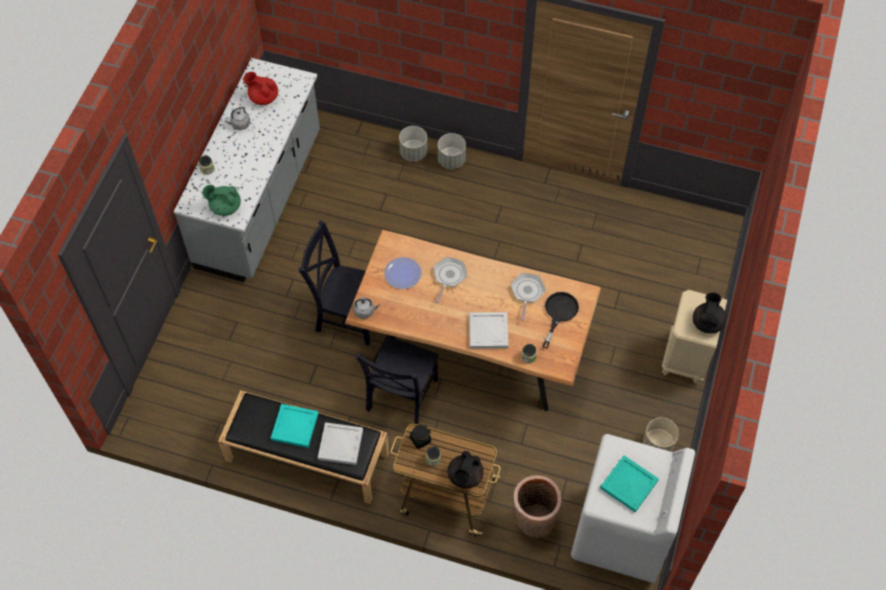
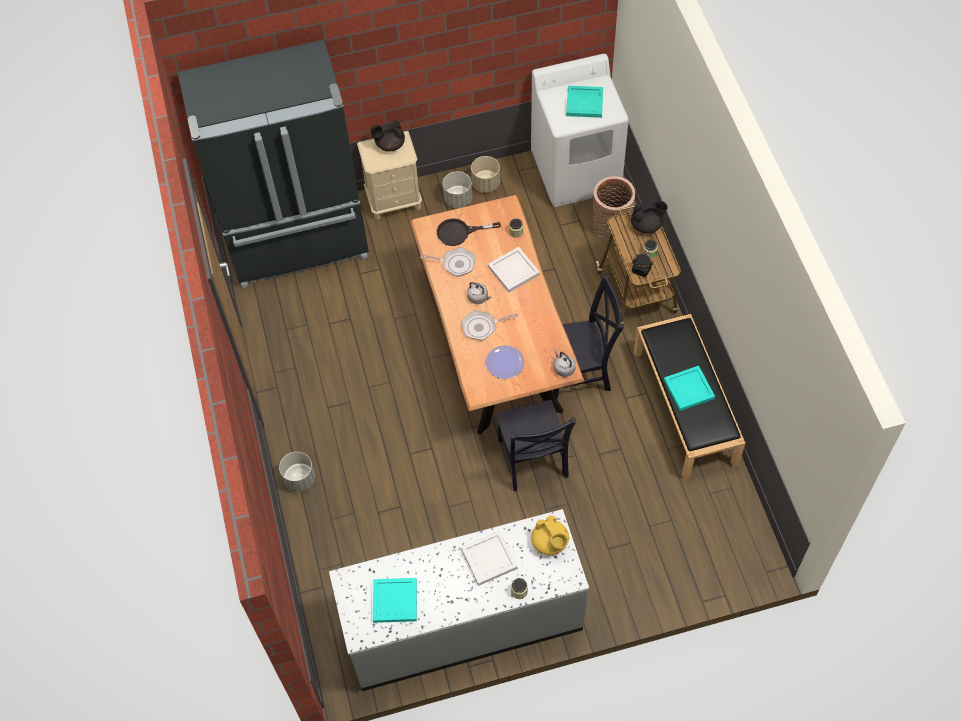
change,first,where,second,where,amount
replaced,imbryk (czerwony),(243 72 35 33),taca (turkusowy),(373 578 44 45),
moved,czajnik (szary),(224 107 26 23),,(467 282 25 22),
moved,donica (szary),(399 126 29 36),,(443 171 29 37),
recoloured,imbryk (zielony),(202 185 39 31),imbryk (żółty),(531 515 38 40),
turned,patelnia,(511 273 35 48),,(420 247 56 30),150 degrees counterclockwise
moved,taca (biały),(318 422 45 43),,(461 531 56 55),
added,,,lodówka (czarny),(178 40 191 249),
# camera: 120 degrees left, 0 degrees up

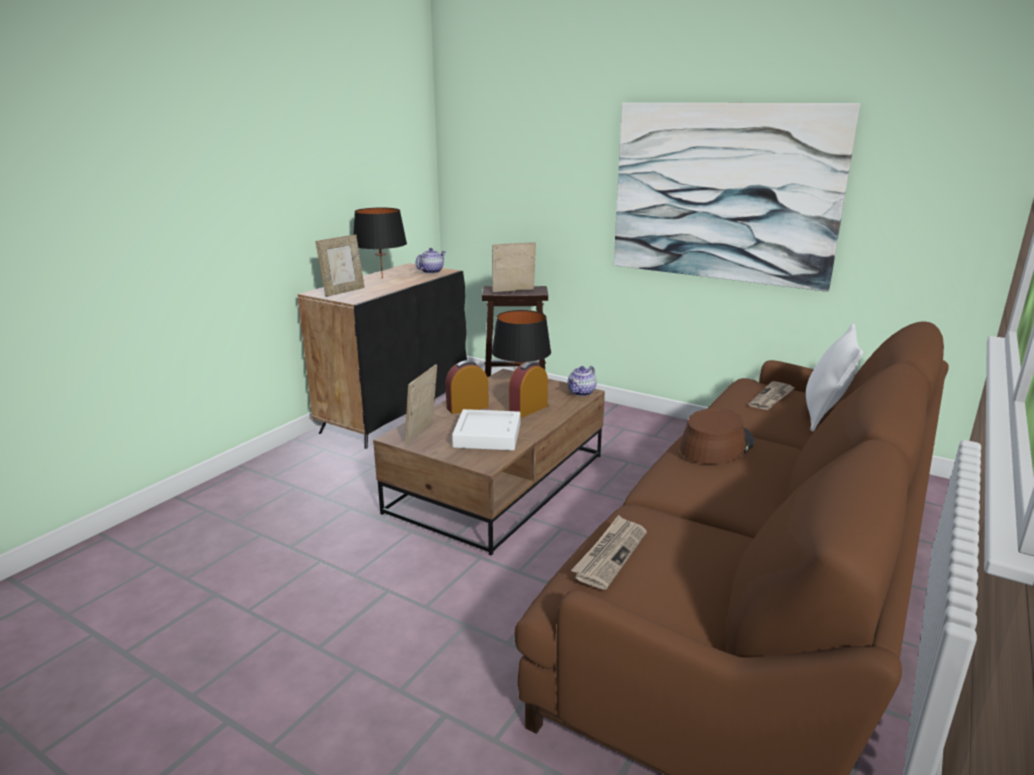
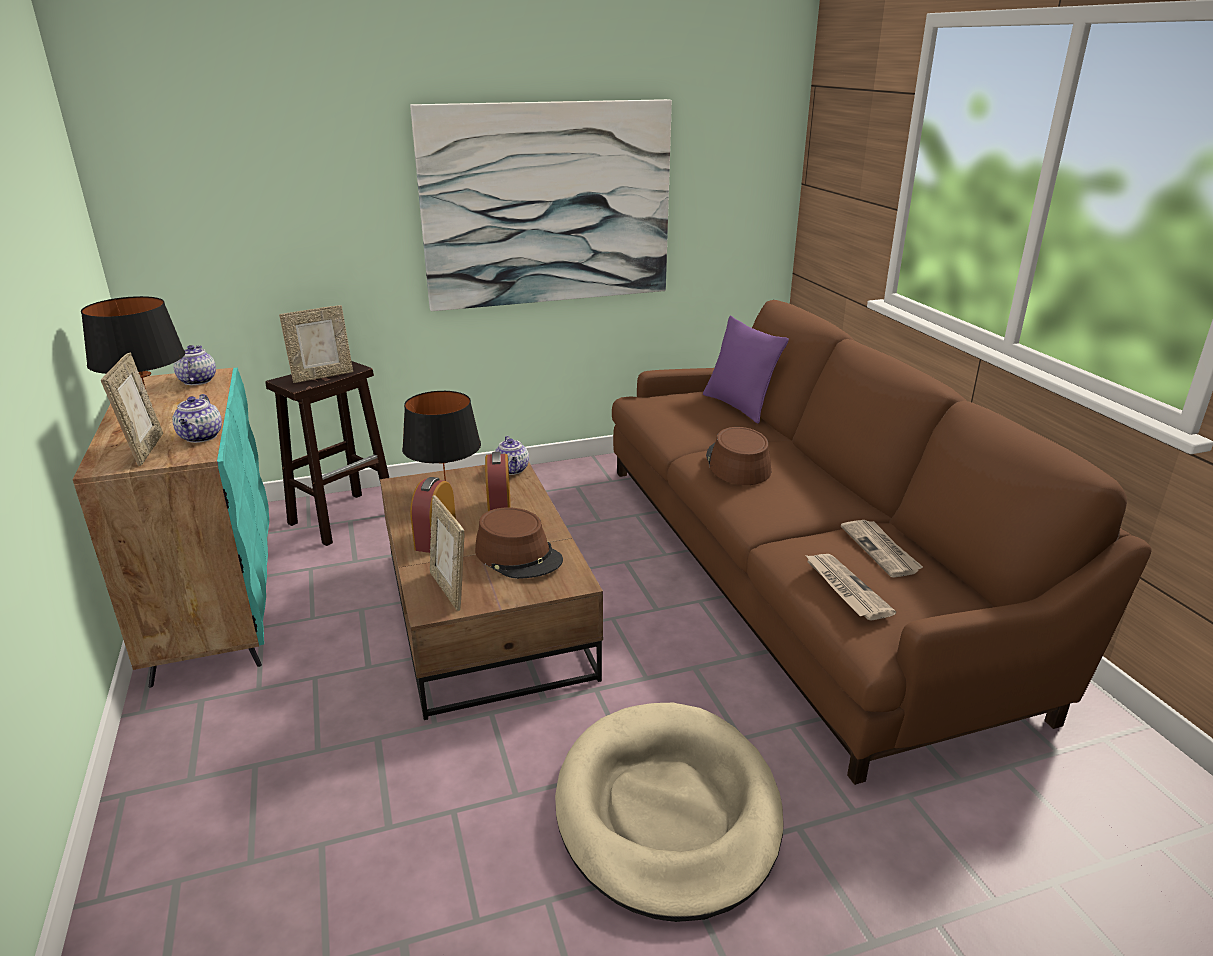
change,first,where,second,where,amount
turned,ramka na zdjęcie,(492 242 44 50),,(279 305 74 78),150 degrees counterclockwise
recoloured,szafka (czarny),(298 263 169 186),szafka (turkusowy),(73 368 196 320),
recoloured,poduszka (biały),(806 323 57 109),poduszka (fioletowy),(703 316 86 108),
moved,gazeta,(749 381 46 29),,(841 520 82 58),
replaced,taca (biały),(452 409 69 42),kapelusz (brązowy),(475 507 88 72),
added,,,imbryk,(172 394 50 49),
added,,,legowisko (beżowy),(555 703 228 219),
# camera: 50 degrees left, 5 degrees up

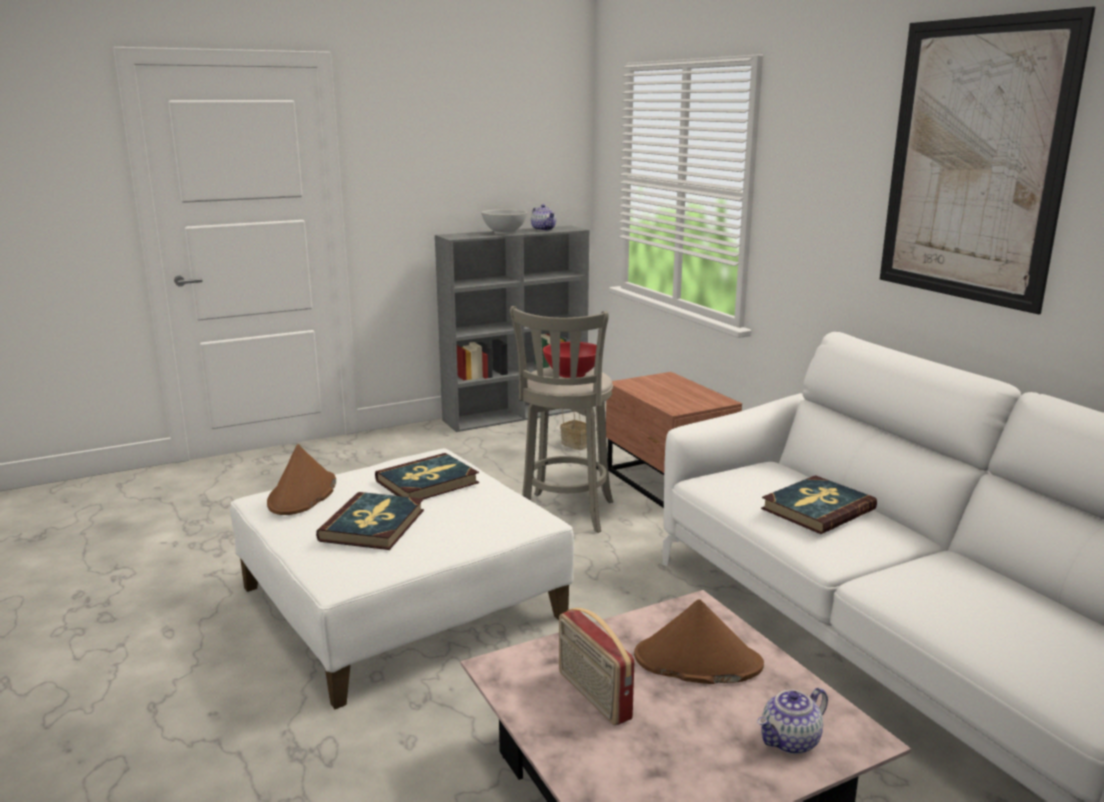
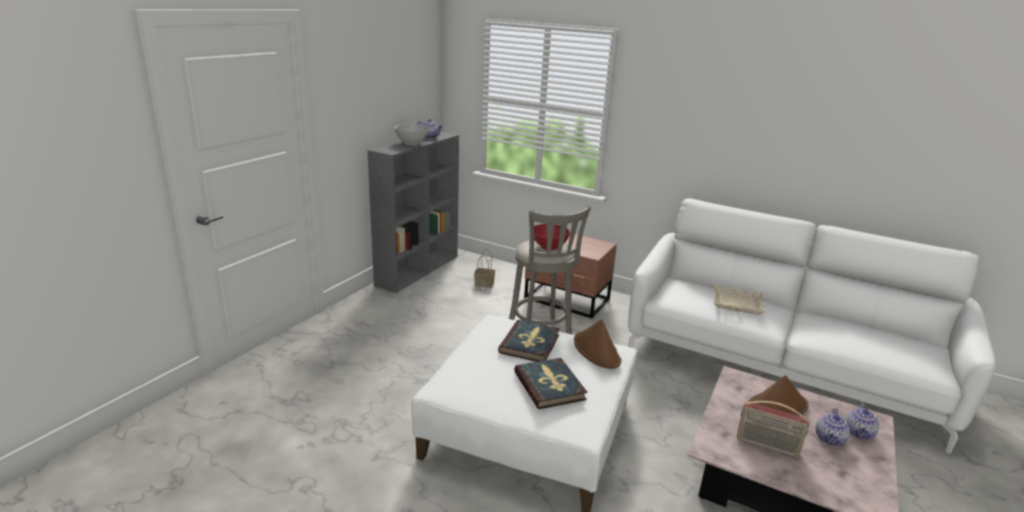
change,first,where,second,where,amount
removed,obraz,(880 7 216 307),,,
moved,kapelusz (brązowy),(267 444 69 71),,(574 319 48 50),
replaced,książka,(761 475 116 59),taca (beżowy),(713 285 52 30),
added,,,imbryk,(816 408 34 38),
# camera: 35 degrees left, 5 degrees up

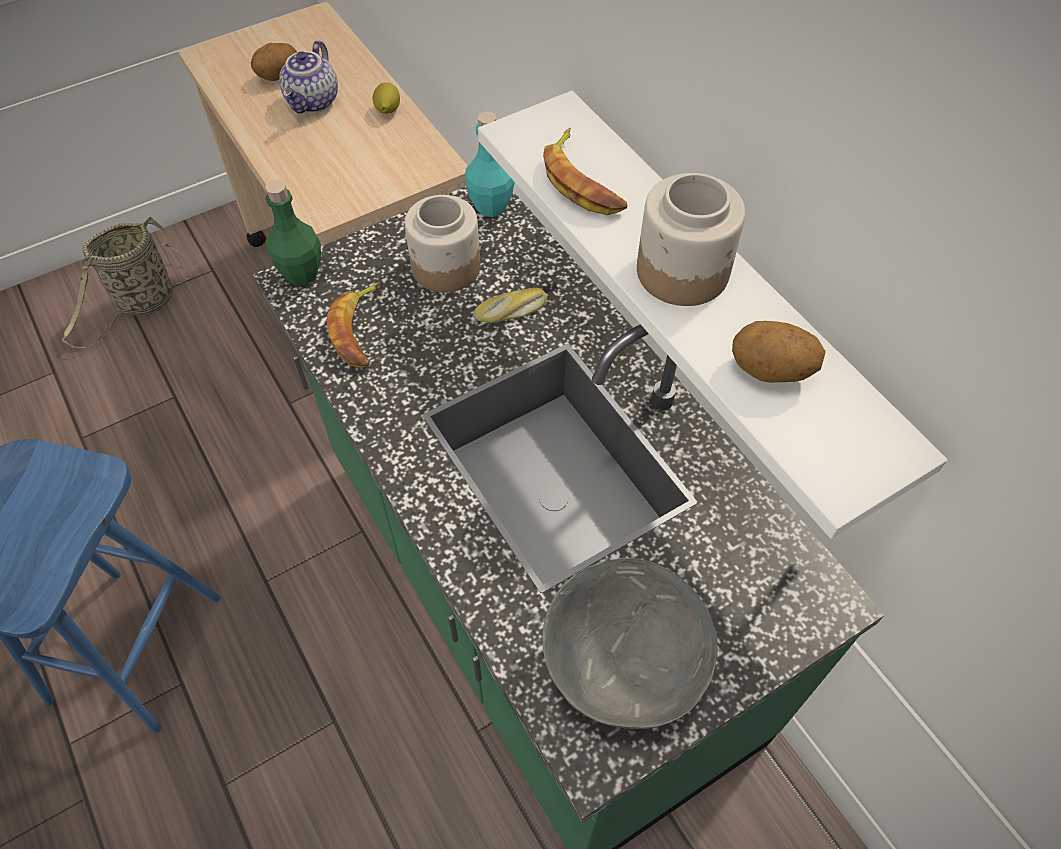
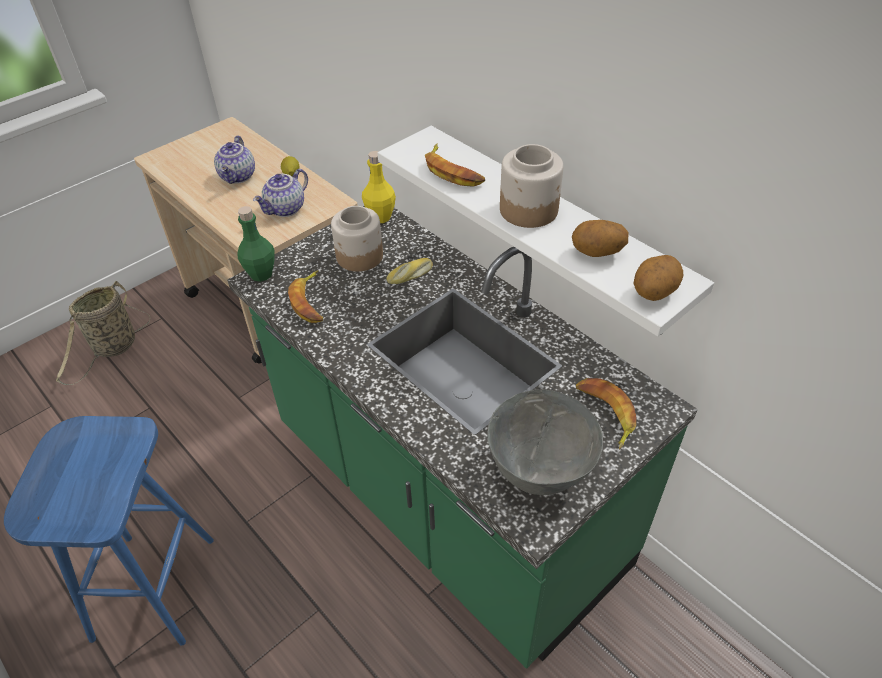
change,first,where,second,where,amount
moved,ziemniak,(251 43 46 38),,(633 255 50 46),
recoloured,butelka (turkusowy),(465 111 50 106),butelka (żółty),(362 151 34 72),
added,,,imbryk,(253 169 55 48),
added,,,banan,(576 378 60 71),
# camera: 10 degrees left, 10 degrees down

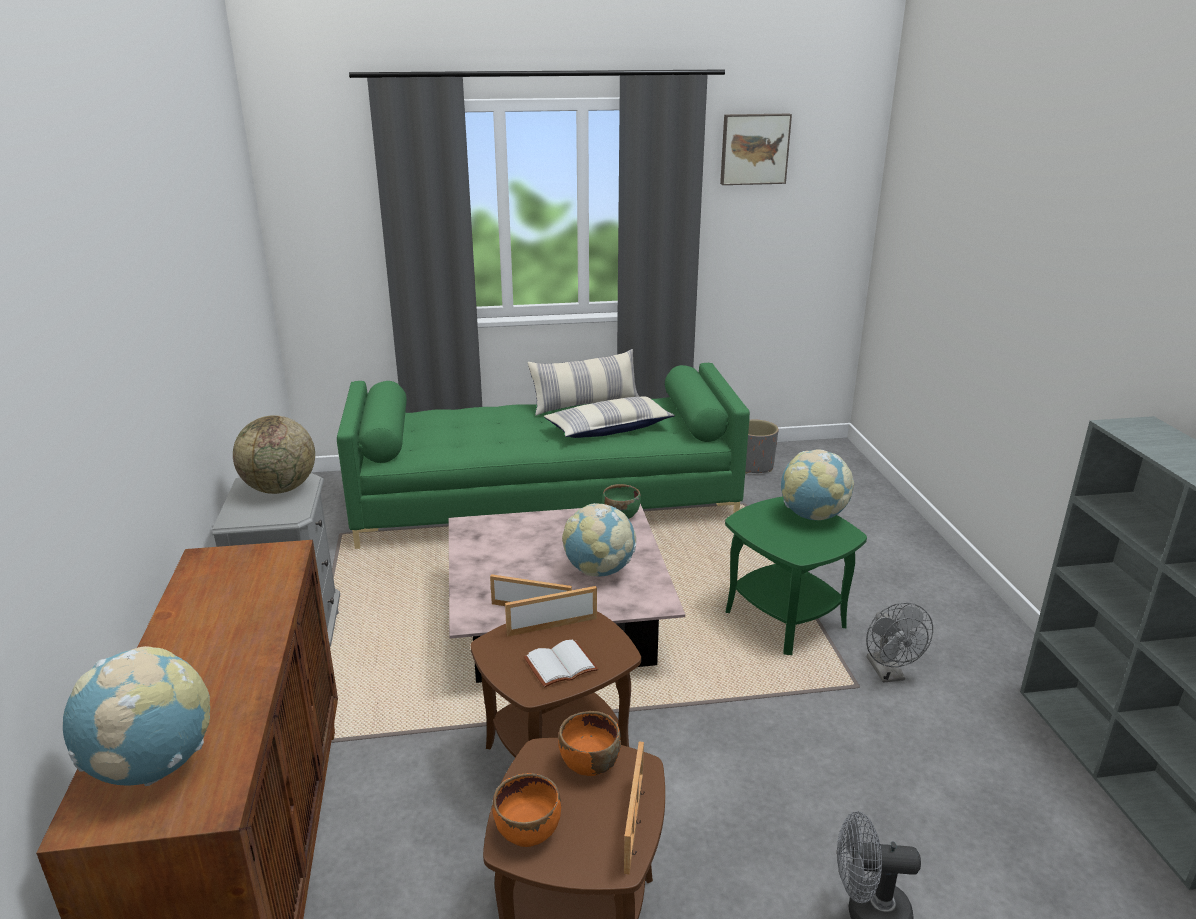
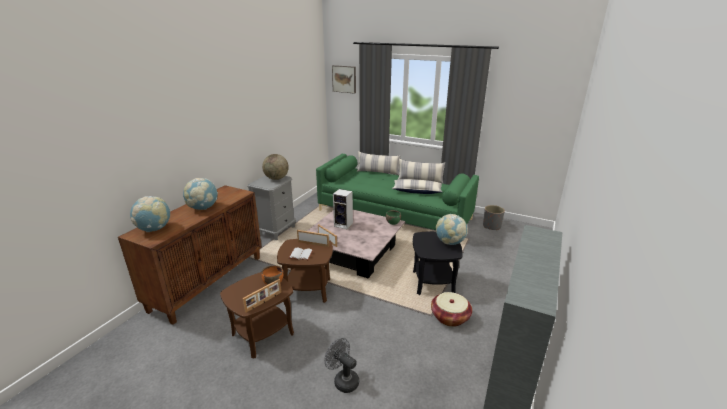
change,first,where,second,where,amount
moved,obraz,(720 114 72 71),,(332 65 24 29),
recoloured,stolik (zielony),(725 496 142 159),stolik (czarny),(413 231 49 64),
moved,globus,(562 503 74 73),,(183 178 35 32),
replaced,wentylator (szary),(866 602 67 81),koszyk,(431 292 41 35),
removed,miska (pomarańczowy),(492 773 69 74),,,
added,,,poduszka,(357 151 44 24),
added,,,głośnik,(333 189 20 40),
# camera: 35 degrees right, 0 degrees up

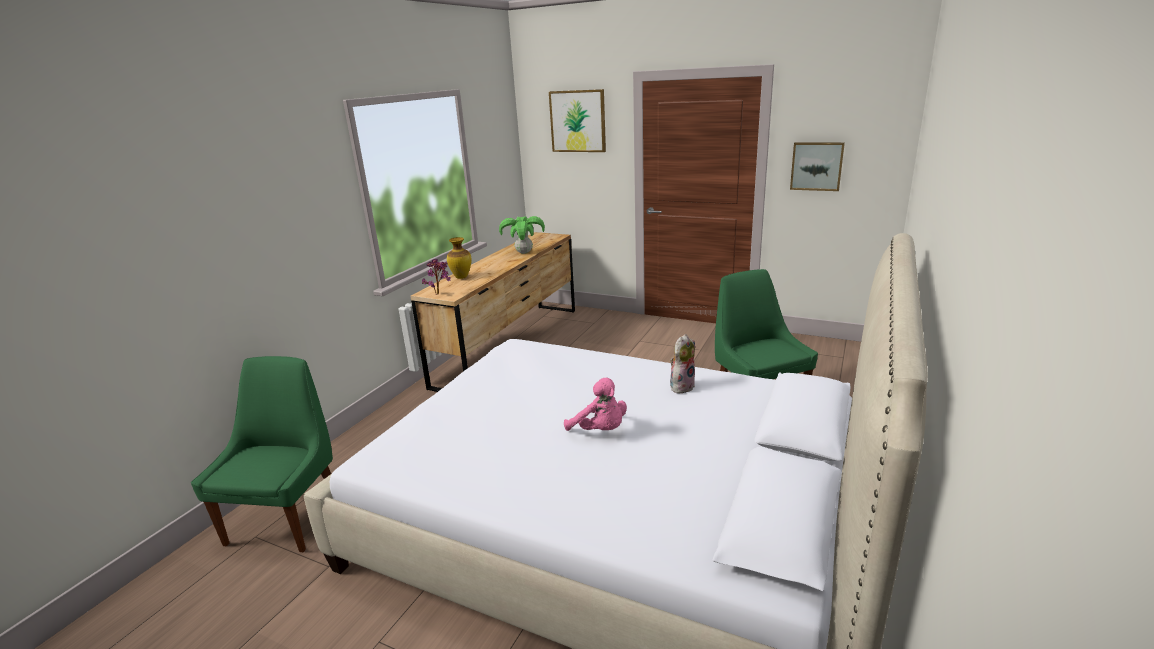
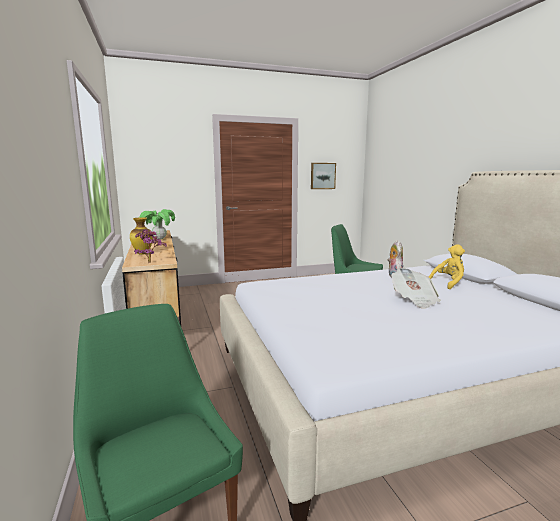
change,first,where,second,where,amount
removed,obraz,(549 89 57 63),,,
replaced,pluszak (różowy),(564 378 63 53),gazeta,(391 268 50 41),
added,,,pluszak (żółty),(429 244 36 45),
# camera: 45 degrees left, 10 degrees down

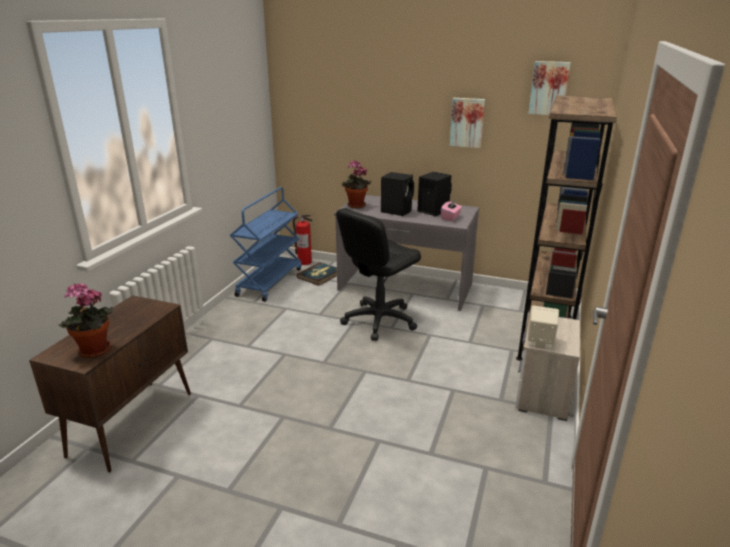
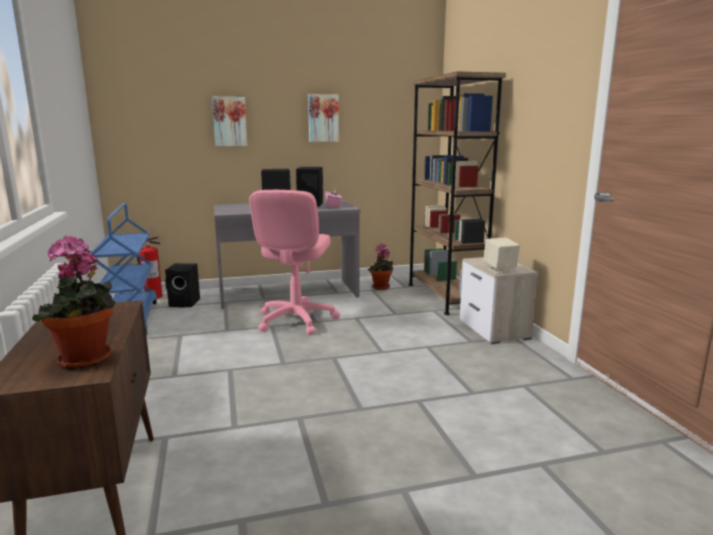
change,first,where,second,where,amount
moved,obraz,(529 61 42 54),,(212 97 36 49),
moved,roślina doniczkowa,(342 160 30 48),,(368 243 26 47),
recoloured,krzesło biurowe (czarny),(336 208 85 133),krzesło biurowe (różowy),(249 190 91 145),
replaced,książka,(297 262 40 24),głośnik (czarny),(165 263 35 44),
# camera: 35 degrees left, 10 degrees down

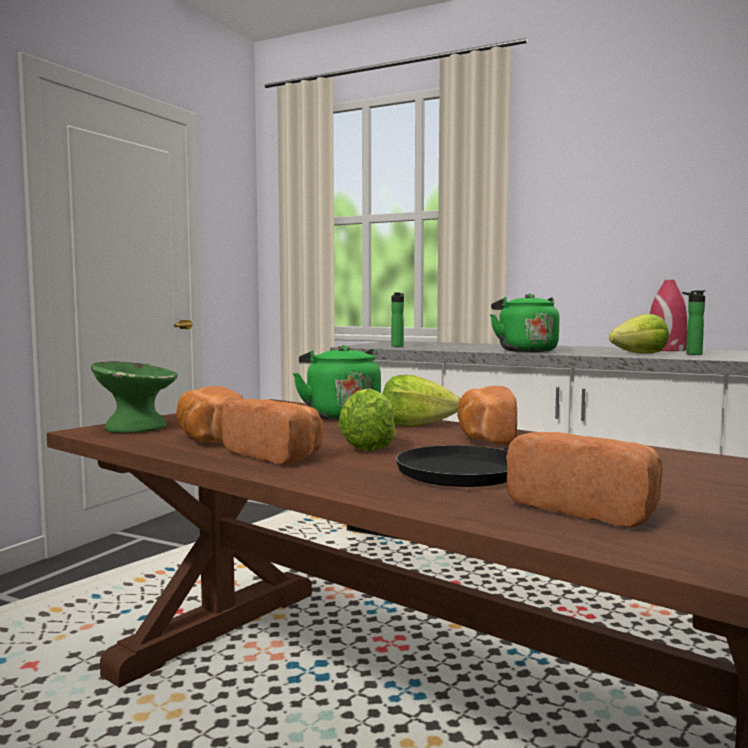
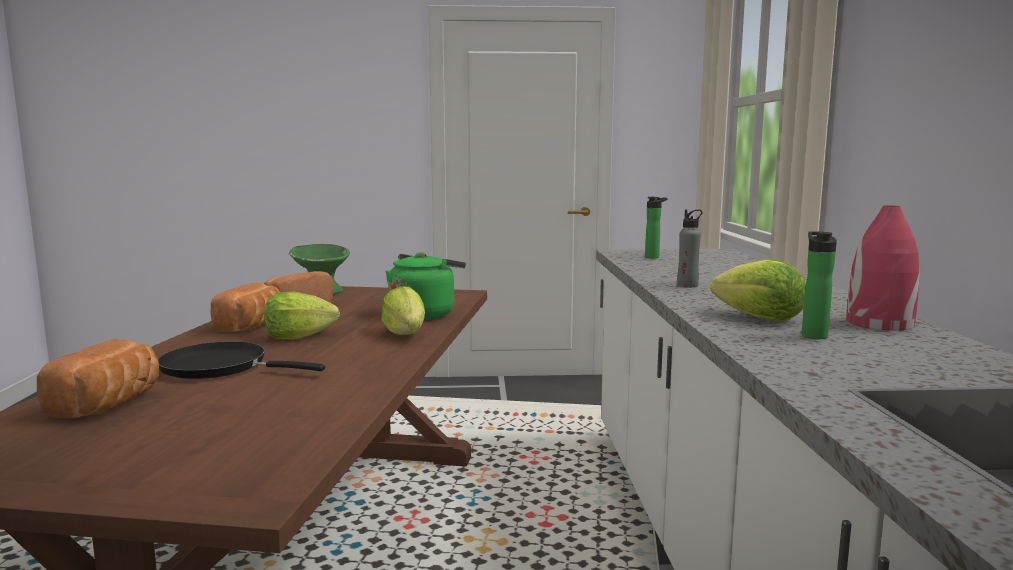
change,first,where,second,where,amount
replaced,czajnik (zielony),(490 293 70 59),butelka (szary),(677 209 26 79),
removed,chleb,(457 386 60 59),,,
# camera: 60 degrees right, 5 degrees up

